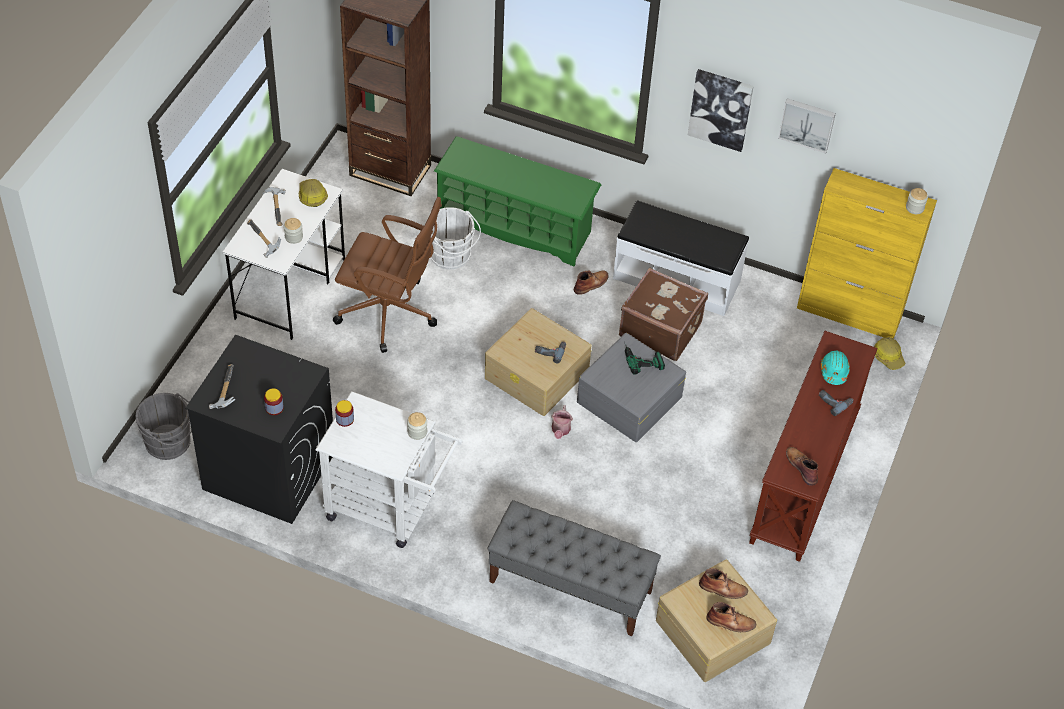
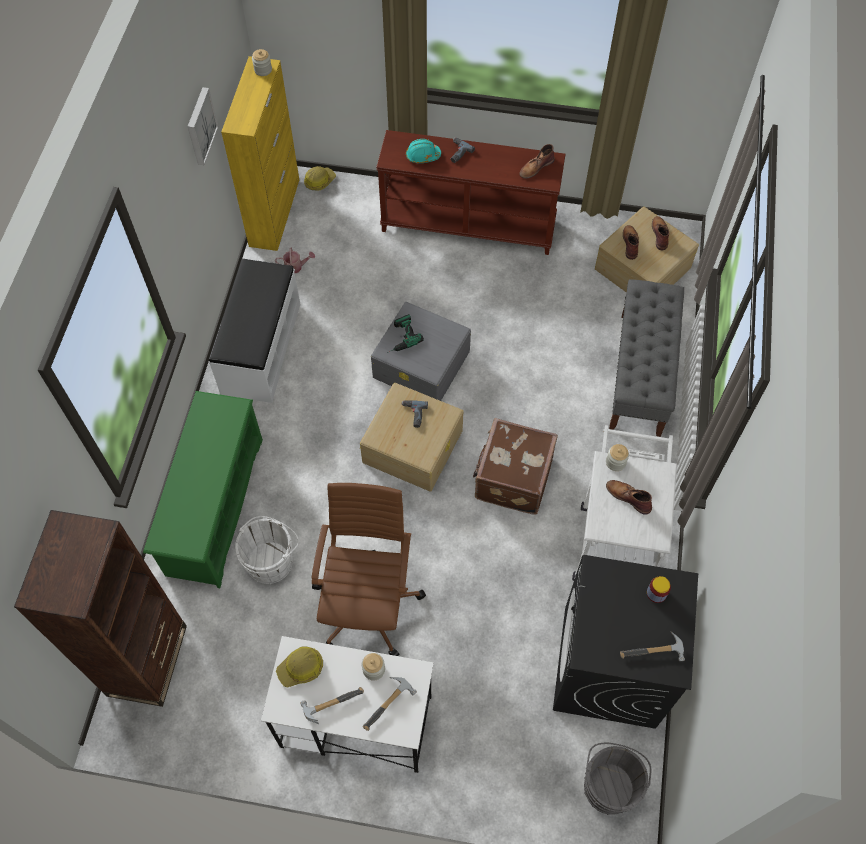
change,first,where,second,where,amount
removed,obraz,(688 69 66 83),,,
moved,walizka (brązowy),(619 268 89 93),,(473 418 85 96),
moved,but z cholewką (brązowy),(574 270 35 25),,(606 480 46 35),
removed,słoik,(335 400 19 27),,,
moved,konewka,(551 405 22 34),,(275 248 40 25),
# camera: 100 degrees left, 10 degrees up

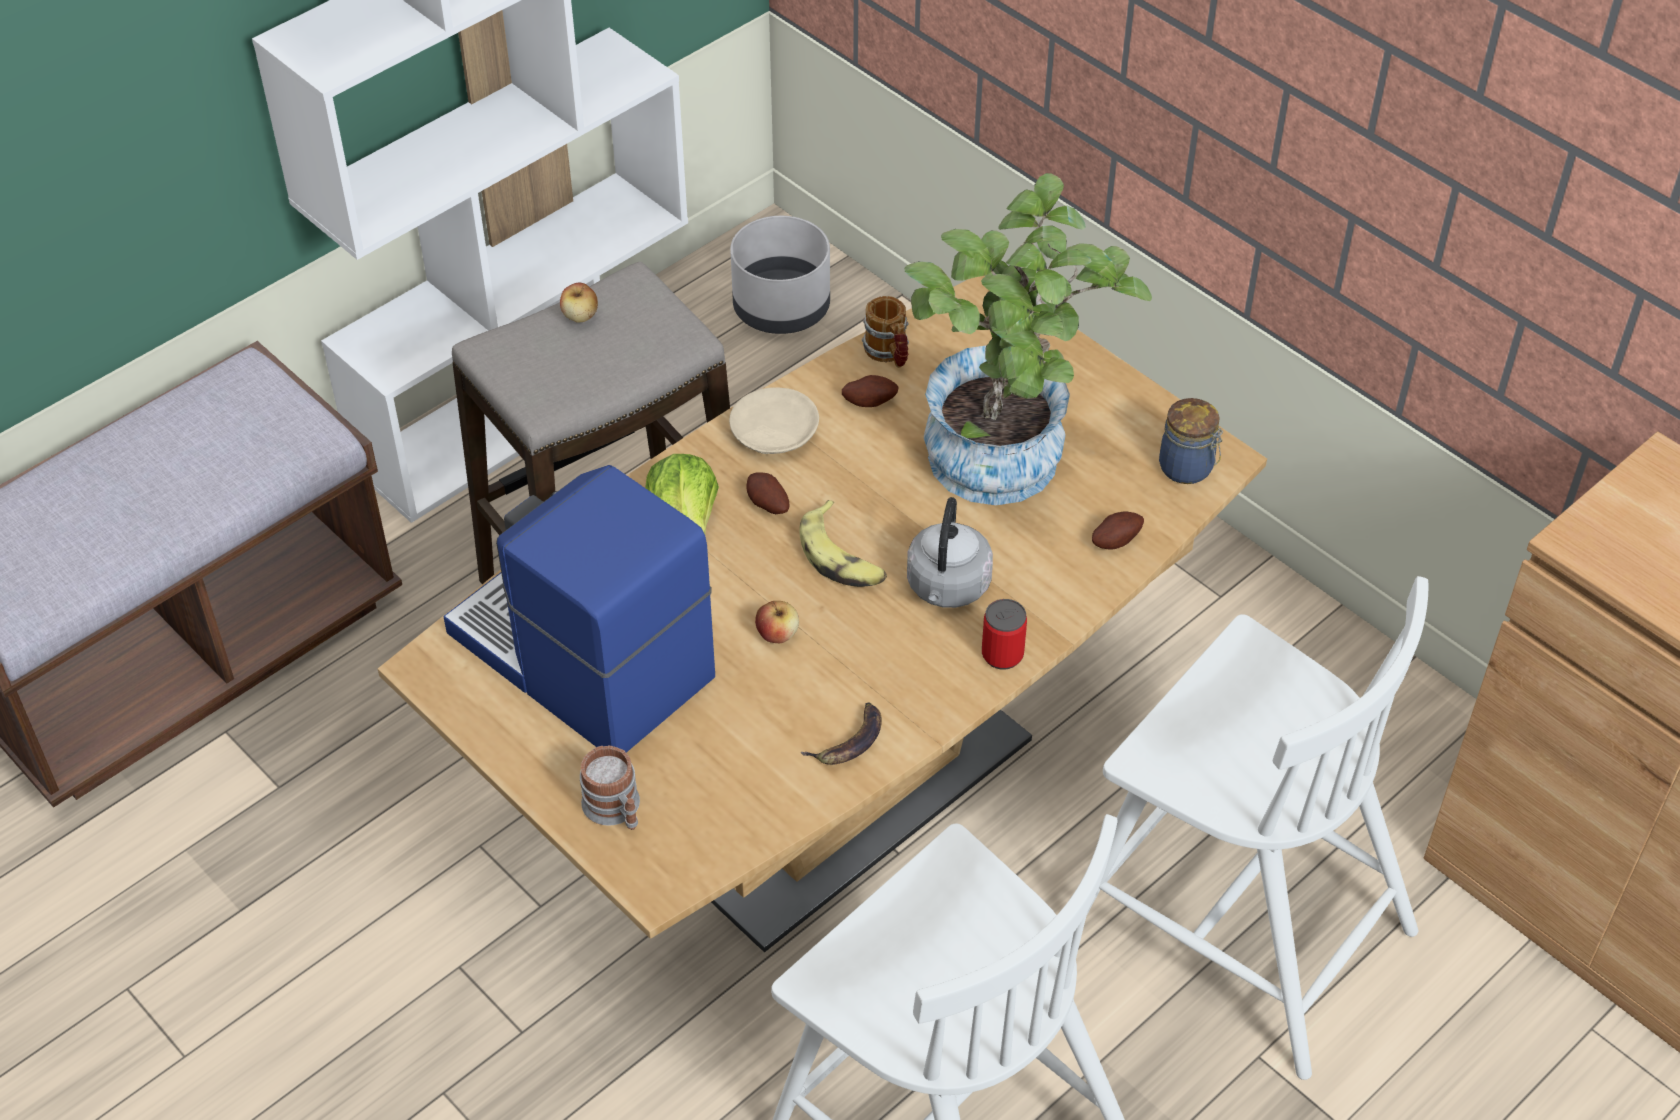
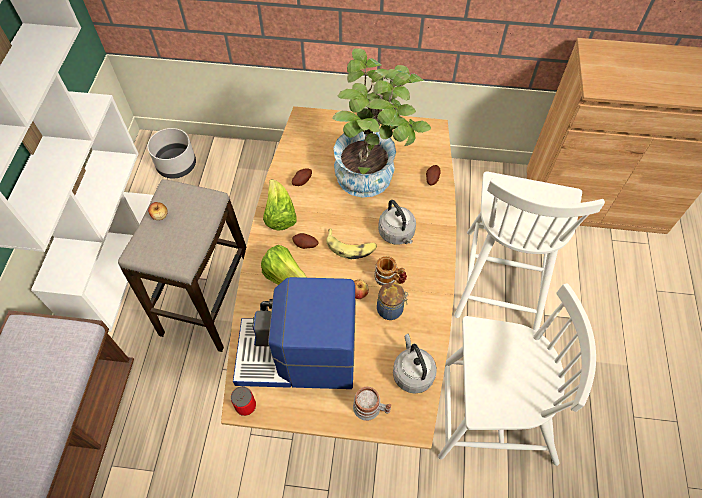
change,first,where,second,where,amount
moved,kubek,(862 296 47 72),,(374 256 33 30),
replaced,talerz (beżowy),(729 387 90 67),sałata,(263 179 34 52),
moved,słoik,(1159 398 64 86),,(377 282 31 38),
turned,krzesło (biały),(1087 576 341 504),,(454 172 151 159),105 degrees clockwise
moved,puszka,(982 599 45 71),,(231 386 25 30),
removed,banan,(801 702 81 63),,,
added,,,czajnik (szary),(393 334 44 60),
# camera: 40 degrees left, 10 degrees up

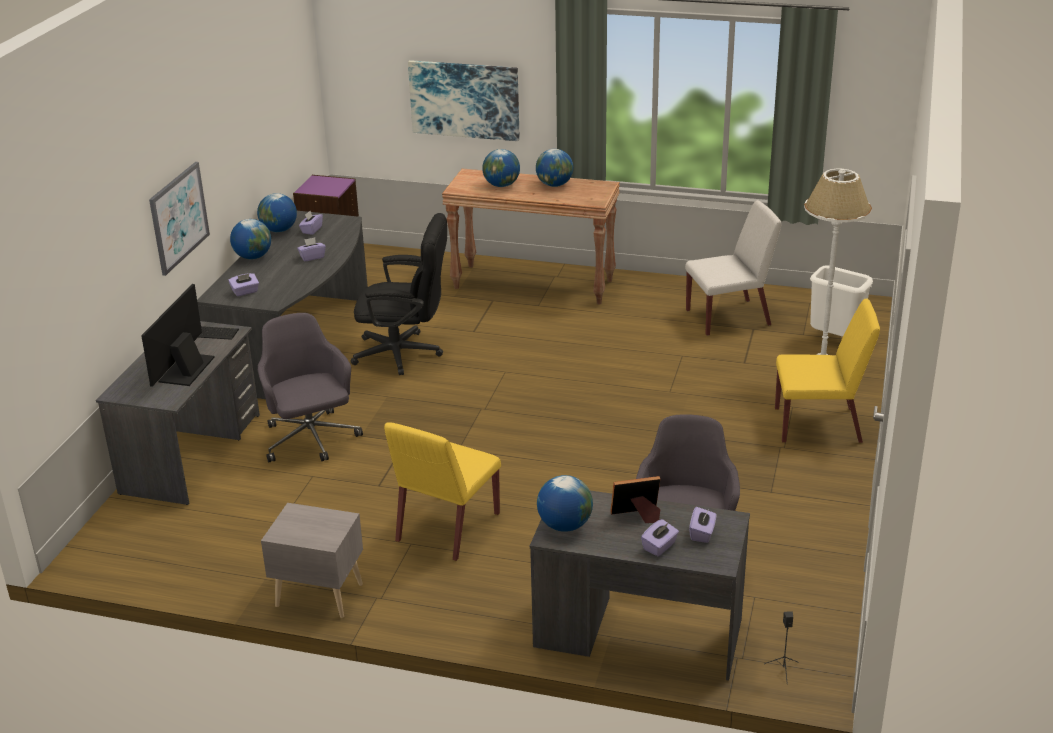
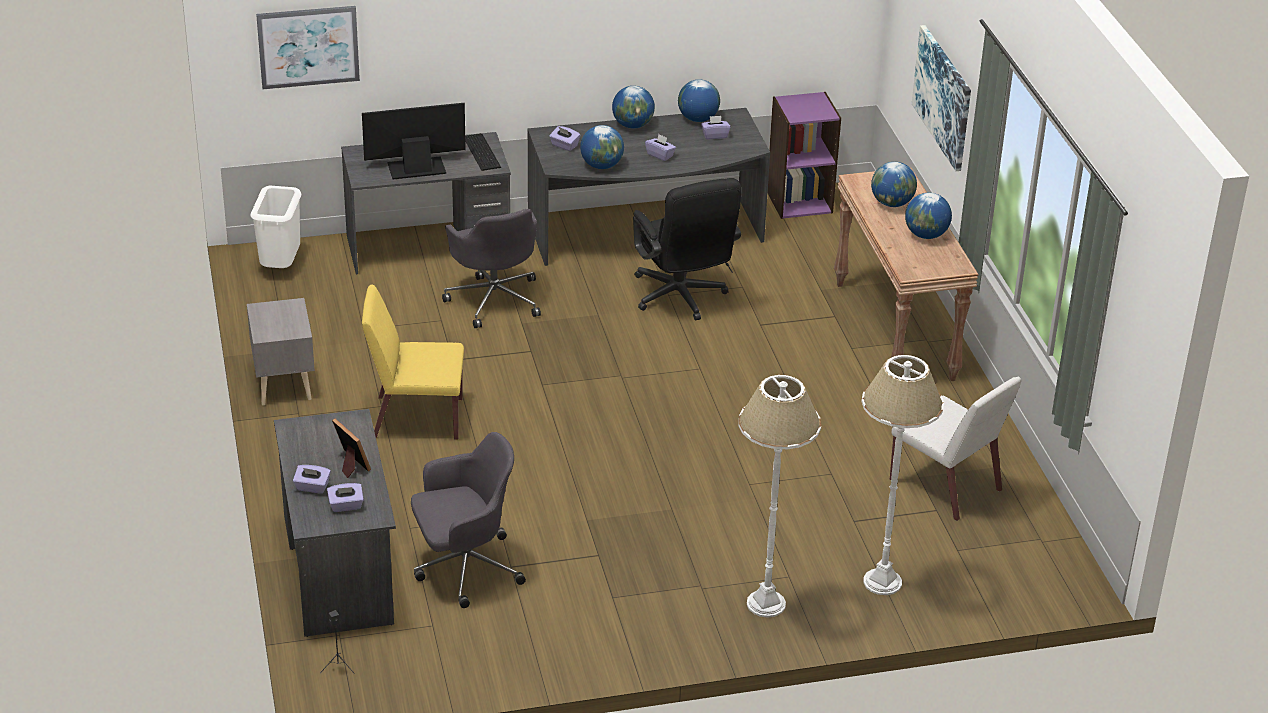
change,first,where,second,where,amount
moved,obraz,(149 162 61 114),,(256 6 104 83),
moved,kosz na śmieci (biały),(810 265 63 72),,(250 186 52 82),
replaced,krzesło (żółty),(775 298 105 145),lampa stojąca (biały),(738 375 83 243),
turned,krzesło biurowe (szary),(258 313 105 149),,(442 209 99 119),120 degrees clockwise
moved,globus,(537 475 56 57),,(580 125 44 44),
# camera: 60 degrees right, 5 degrees up

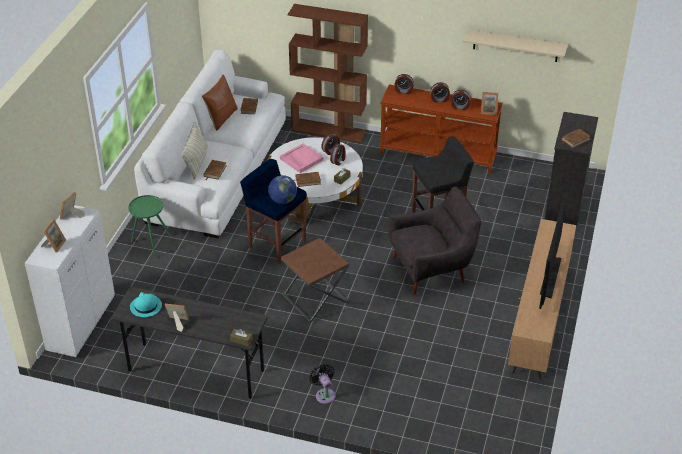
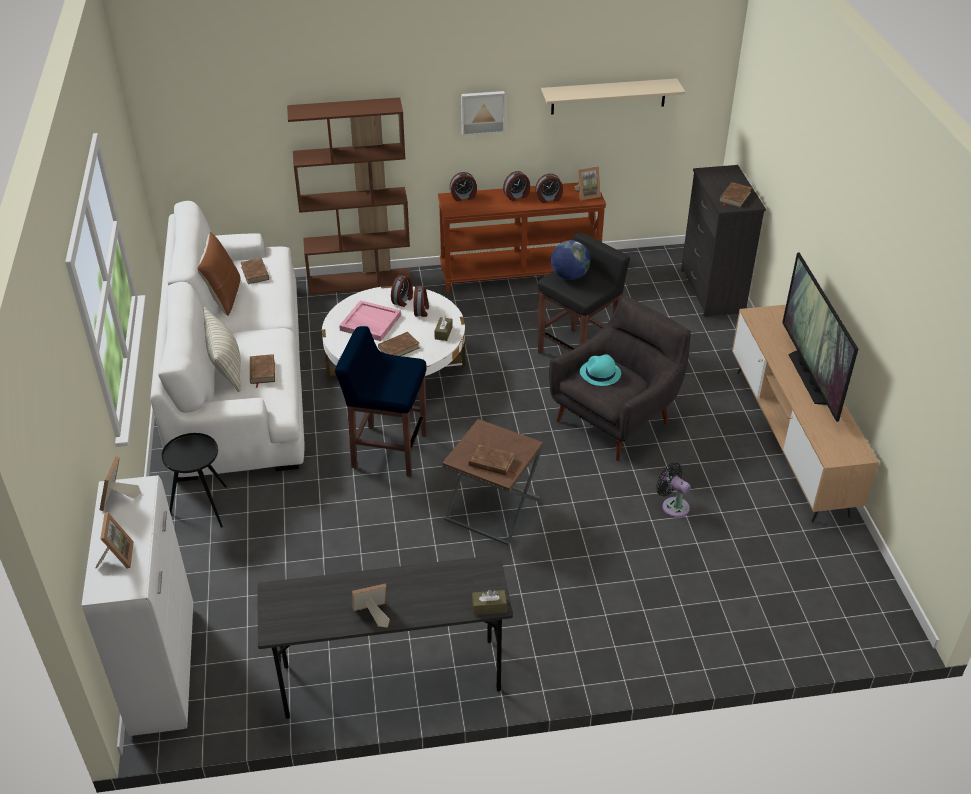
change,first,where,second,where,amount
moved,globus,(268 175 29 29),,(551 240 39 40),
recoloured,stolik (zielony),(128 195 44 63),stolik (czarny),(161 433 66 95),
moved,kapelusz (turkusowy),(130 292 32 25),,(580 354 41 32),
moved,wentylator (czarny),(309 364 26 40),,(656 463 35 55),
added,,,obraz,(461 91 44 45),
added,,,książka (brązowy),(469 444 46 31),
# camera: 25 degrees left, 0 degrees up

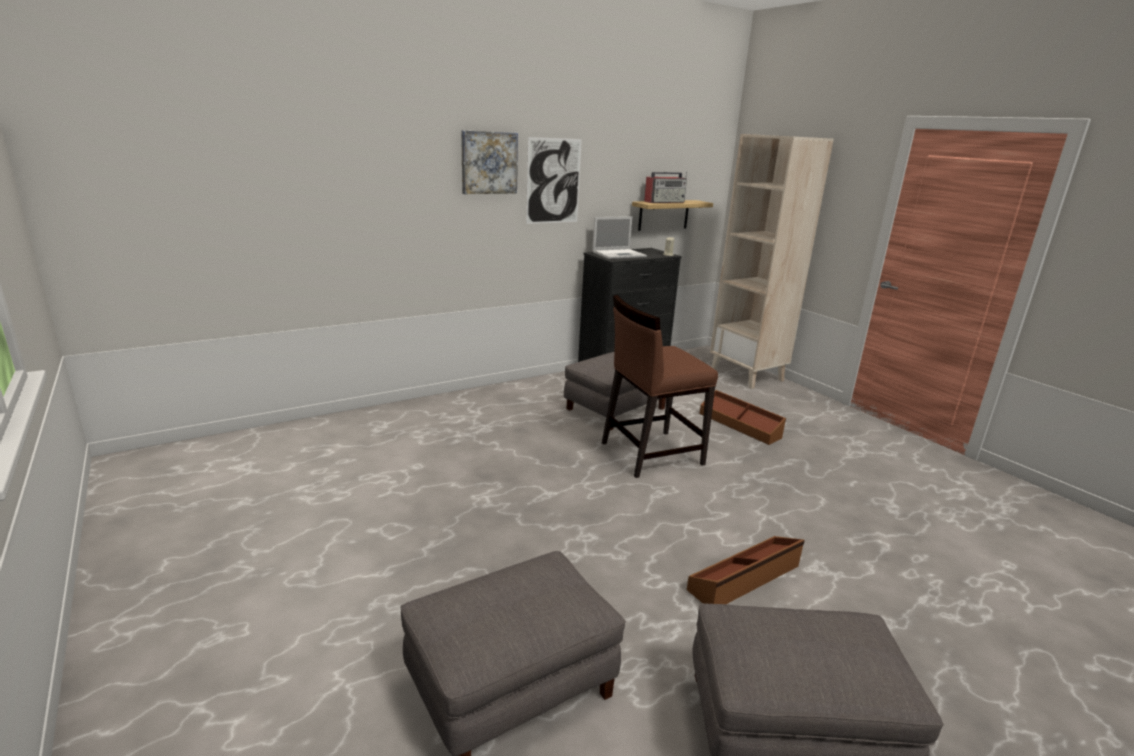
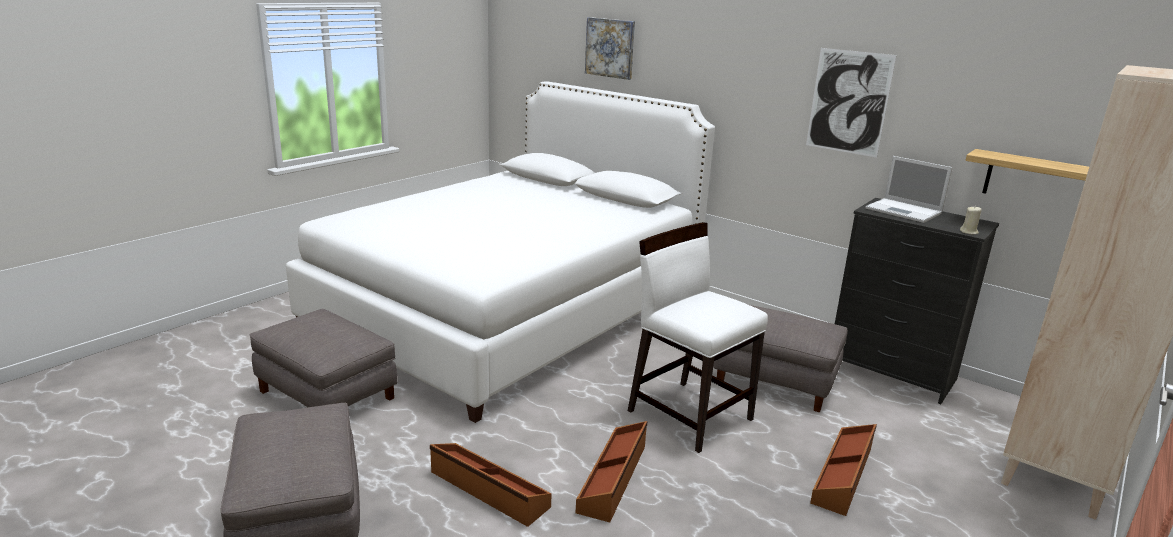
change,first,where,second,where,amount
moved,obraz,(461 130 57 64),,(585 17 50 63),
removed,radio,(644 171 43 32),,,
recoloured,krzesło (brązowy),(602 295 116 183),krzesło (biały),(628 222 140 231),
added,,,łóżko (biały),(286 81 429 342),
added,,,pojemnik do przechowywania (brązowy),(576 421 71 101),
# camera: 70 degrees right, 0 degrees up

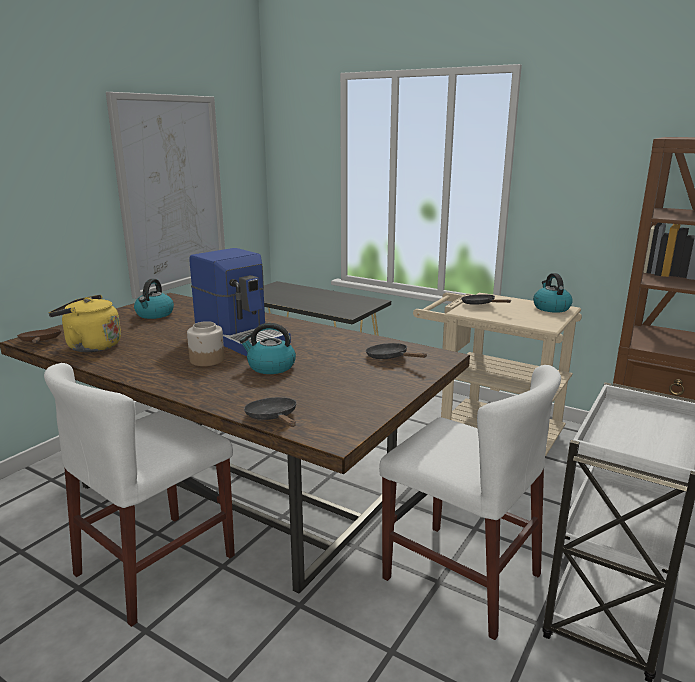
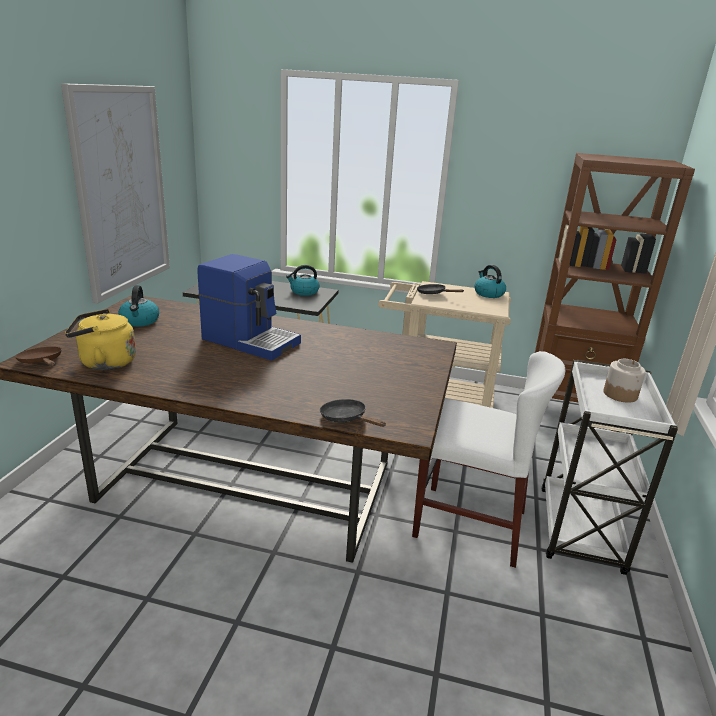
change,first,where,second,where,amount
moved,słoik,(187 321 37 45),,(603 359 43 44),
moved,czajnik,(240 323 56 51),,(286 265 34 31),
removed,patelnia (czarny),(366 343 61 16),,,
removed,krzesło (biały),(44 363 191 264),,,
# camera: 20 degrees left, 5 degrees up

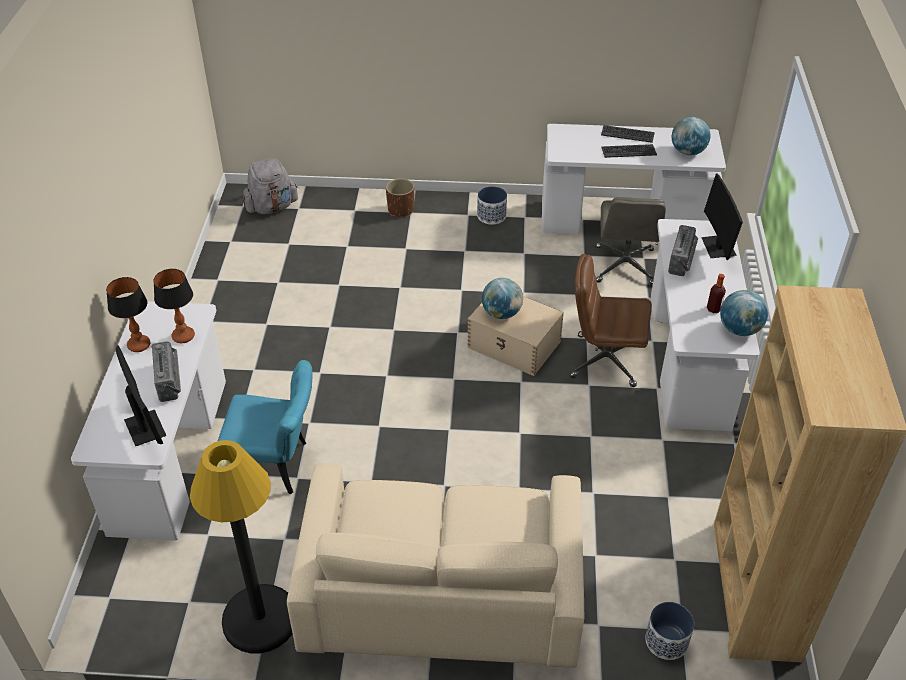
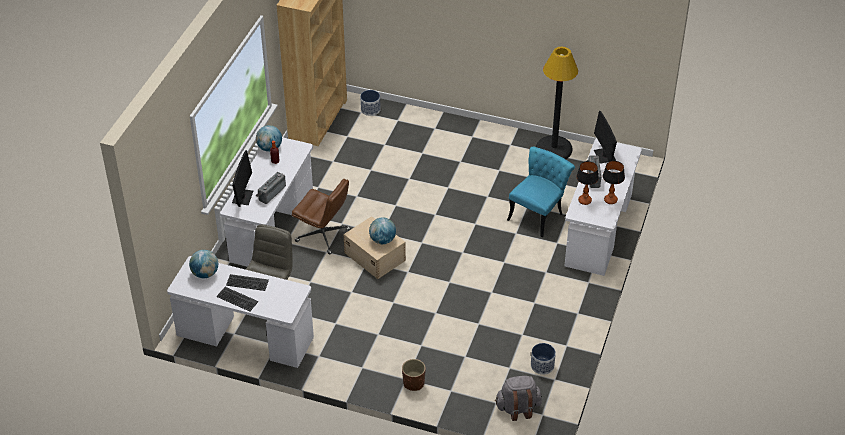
change,first,where,second,where,amount
moved,donica,(477 186 30 39),,(531 343 25 32),
turned,krzesło (turkusowy),(218 360 95 134),,(507 147 68 90),105 degrees clockwise
removed,kanapa (beżowy),(287 463 298 205),,,
# camera: 165 degrees left, 0 degrees up

